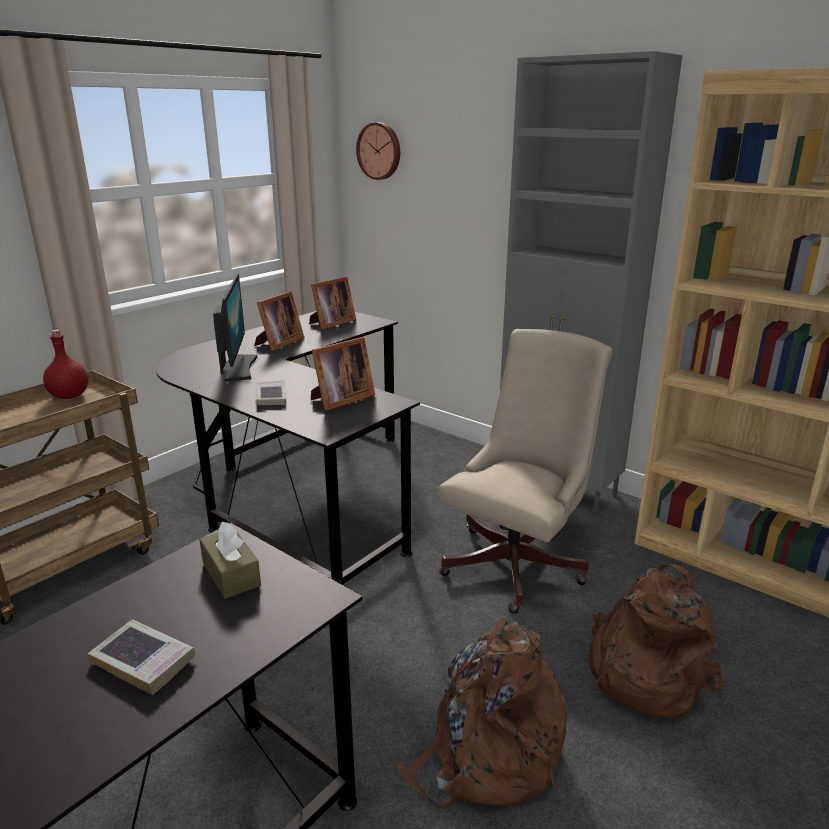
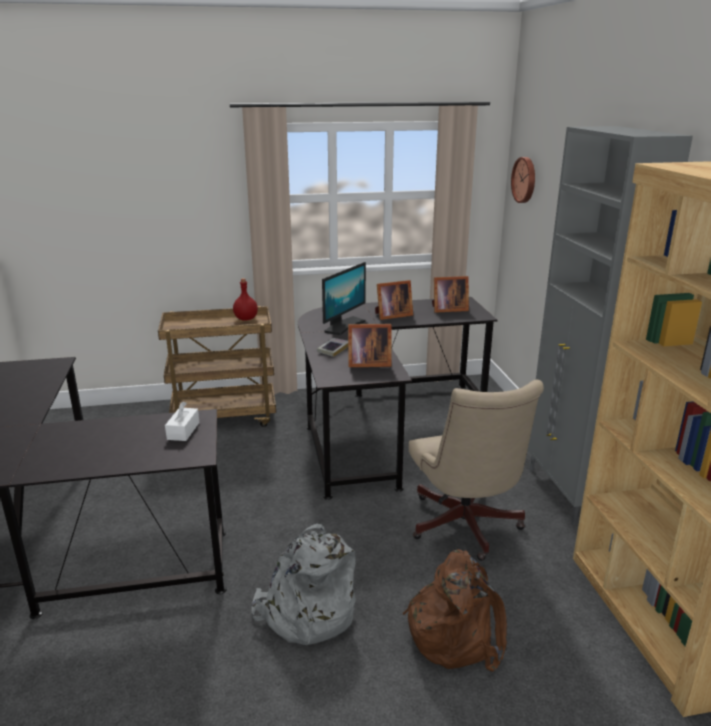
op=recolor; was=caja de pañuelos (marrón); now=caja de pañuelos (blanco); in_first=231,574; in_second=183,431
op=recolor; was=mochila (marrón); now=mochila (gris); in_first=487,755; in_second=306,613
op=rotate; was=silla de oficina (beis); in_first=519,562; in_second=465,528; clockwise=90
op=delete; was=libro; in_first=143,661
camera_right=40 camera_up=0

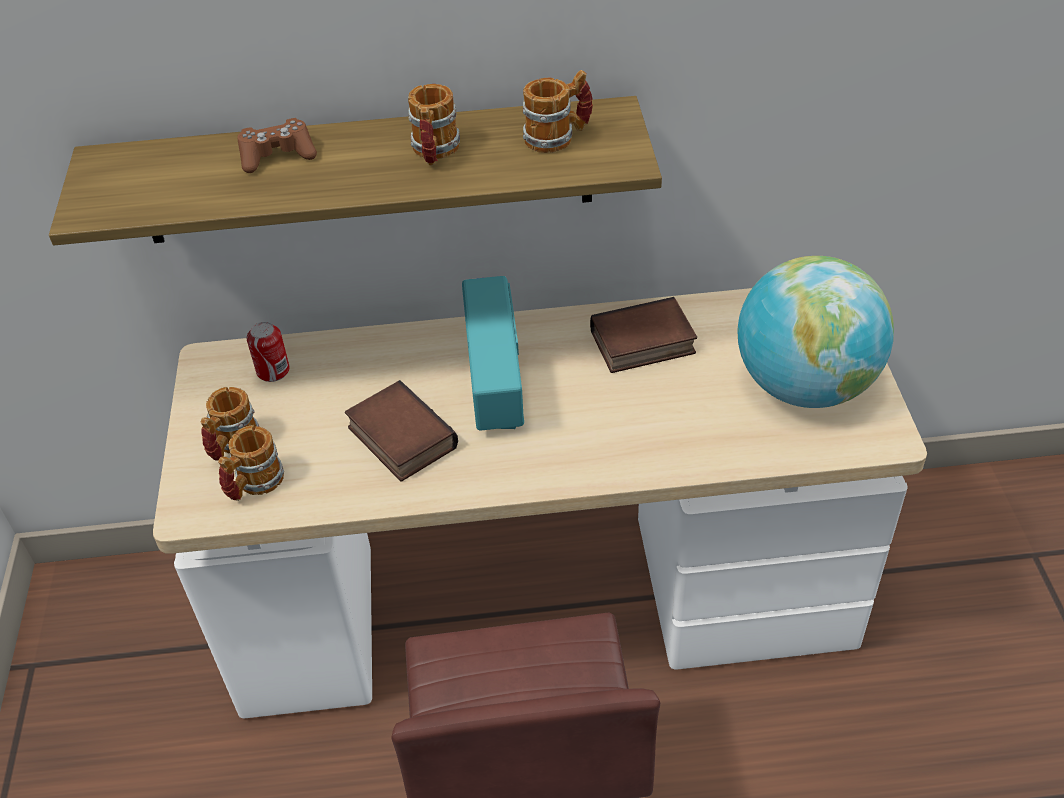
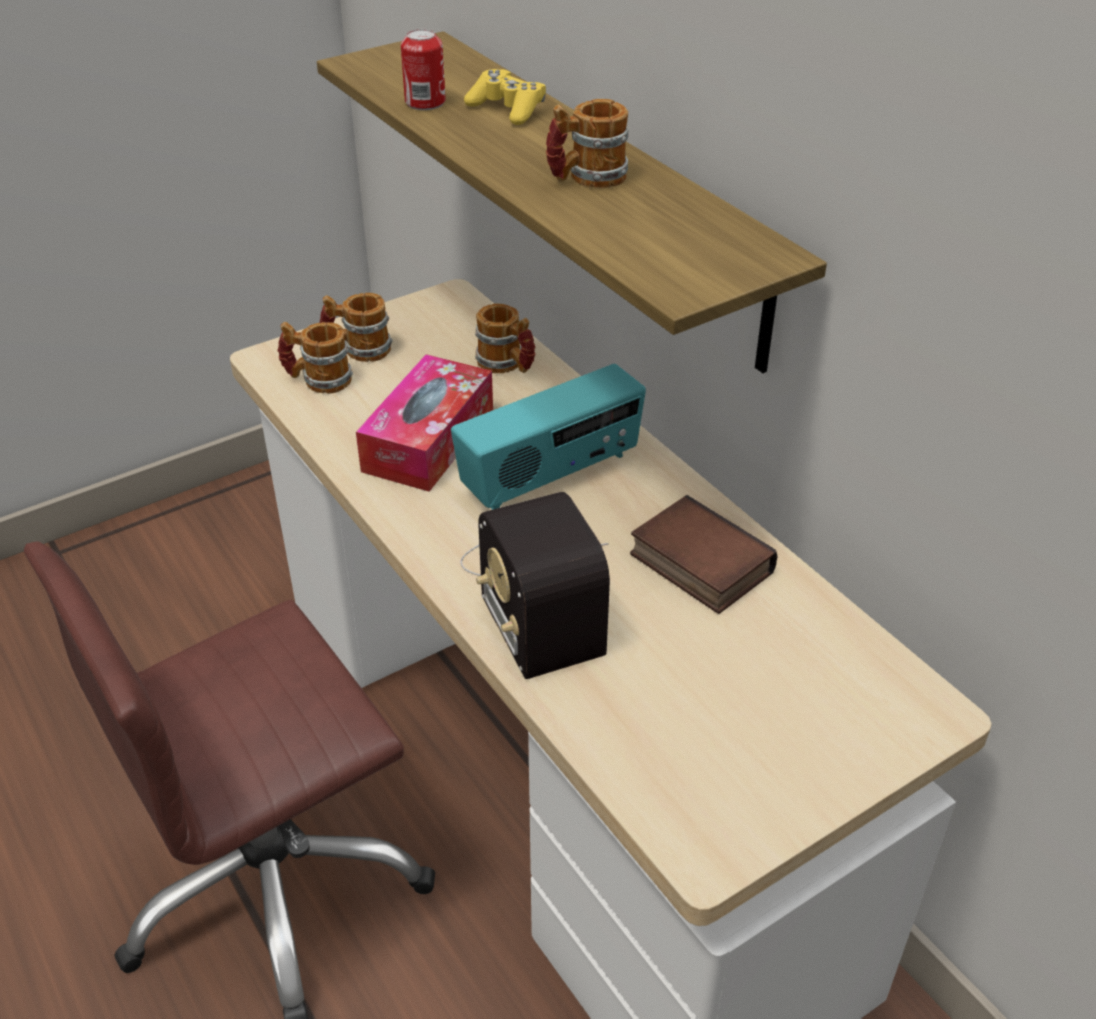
op=replace; was=libro; now=caja de pañuelos; in_first=398,438; in_second=429,440
op=move; was=lata; in_first=273,371; in_second=425,102
op=insert; now=radio; in_second=535,592
op=recolor; was=mando de consola (marrón); now=mando de consola (amarillo); in_first=277,156; in_second=507,109
op=move; was=taza grande; in_first=558,137; in_second=507,365
op=delete; was=globo terráqueo; in_first=804,385
camera_right=60 camera_up=-5

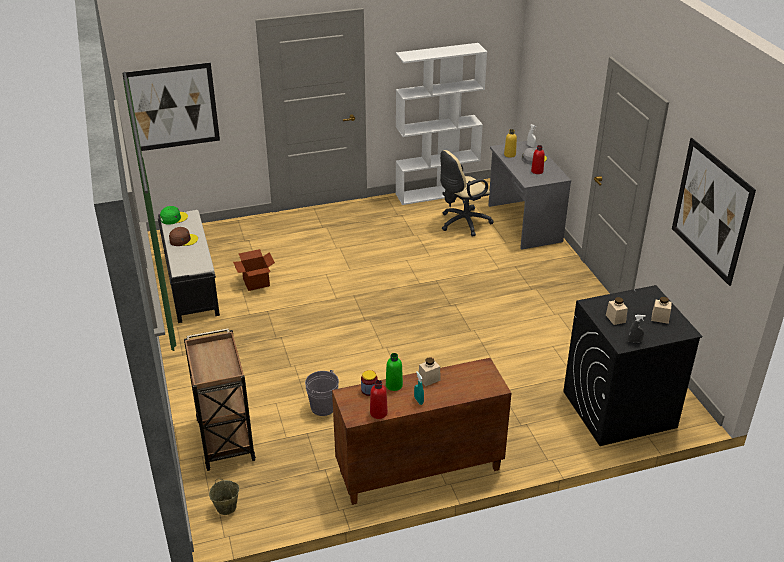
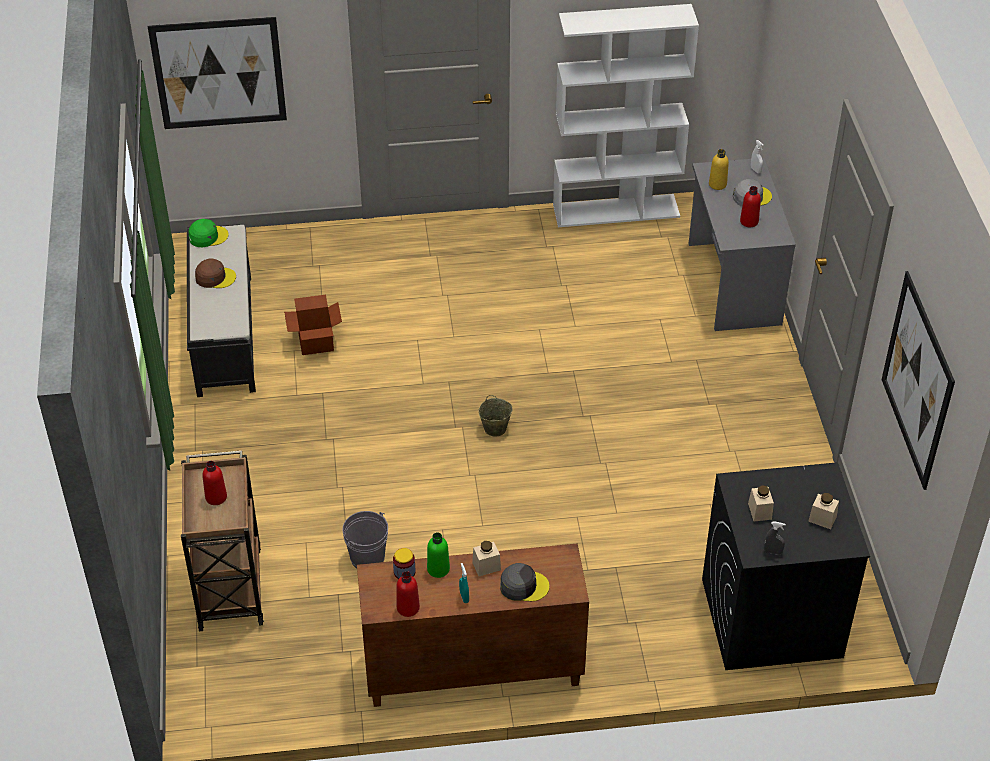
op=insert; now=botella (rojo); in_second=216,497
op=move; was=cubo (beis); in_first=226,507; in_second=494,428
op=insert; now=gorra (gris); in_second=523,586
op=delete; was=silla de oficina (beis); in_first=462,223
camera_right=10 camera_up=10

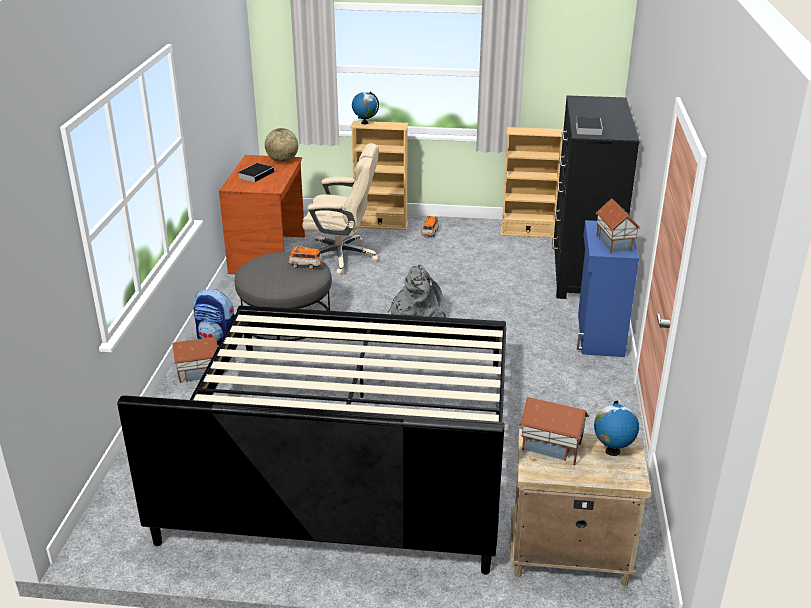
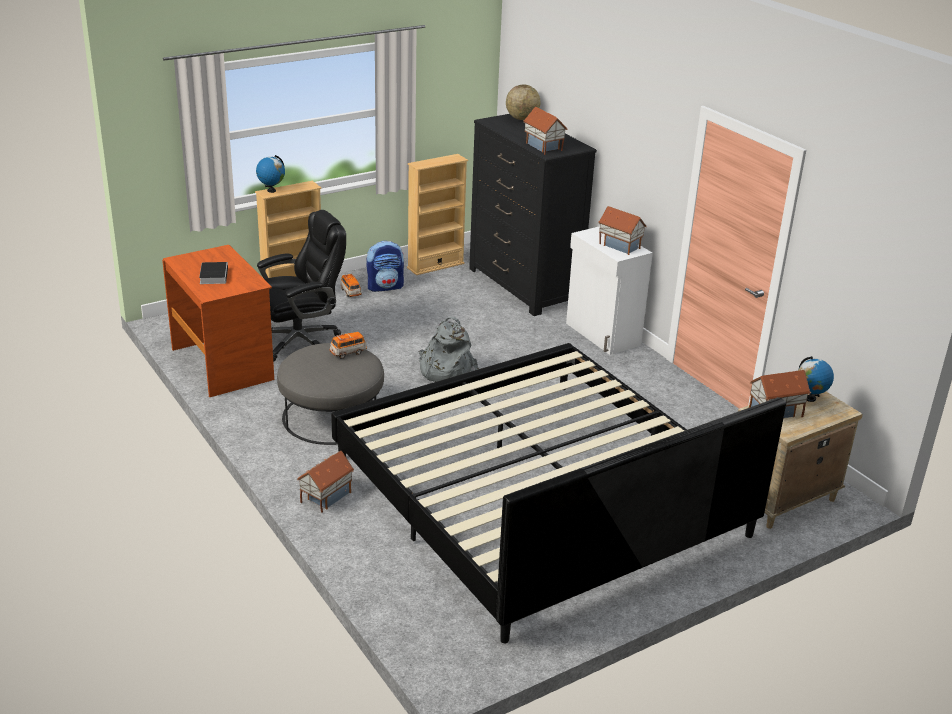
op=recolor; was=silla de oficina (beis); now=silla de oficina (negro); in_first=342,257; in_second=301,342
op=move; was=mochila; in_first=218,340; in_second=385,287
op=move; was=globo terráqueo; in_first=282,160; in_second=522,119
op=replace; was=libro; now=casita; in_first=588,128; in_second=543,147
op=recolor; was=armario (azul); now=armario (blanco); in_first=599,335; in_second=602,334
camera_right=-40 camera_up=0

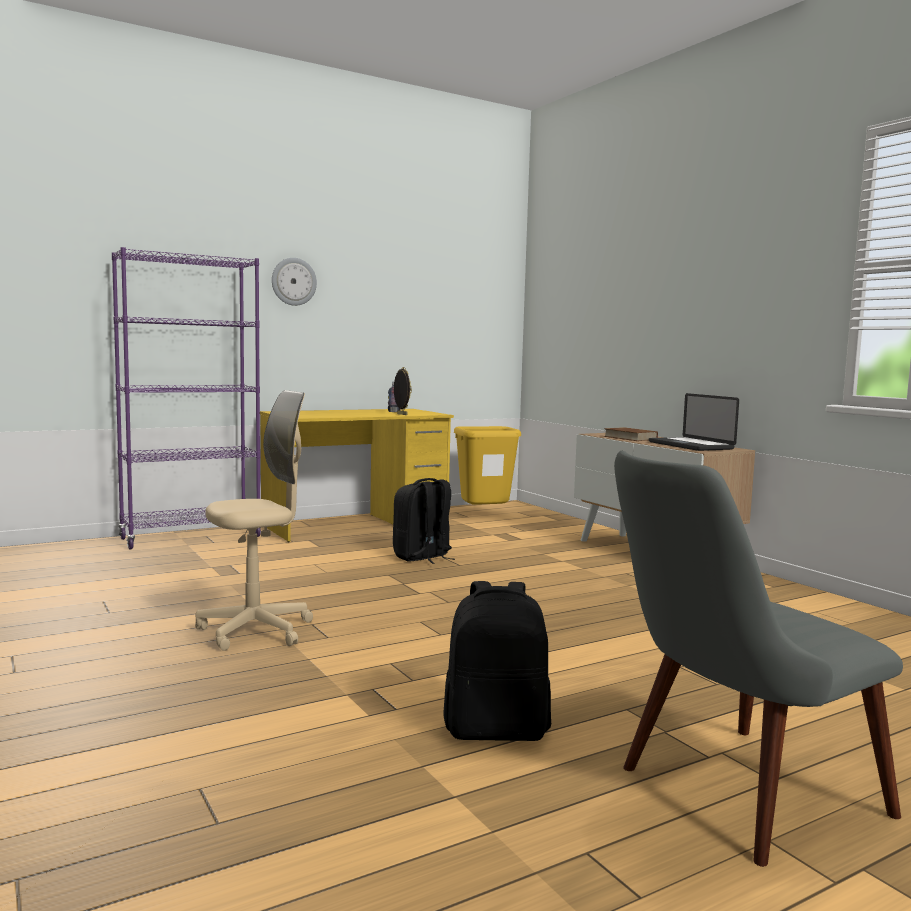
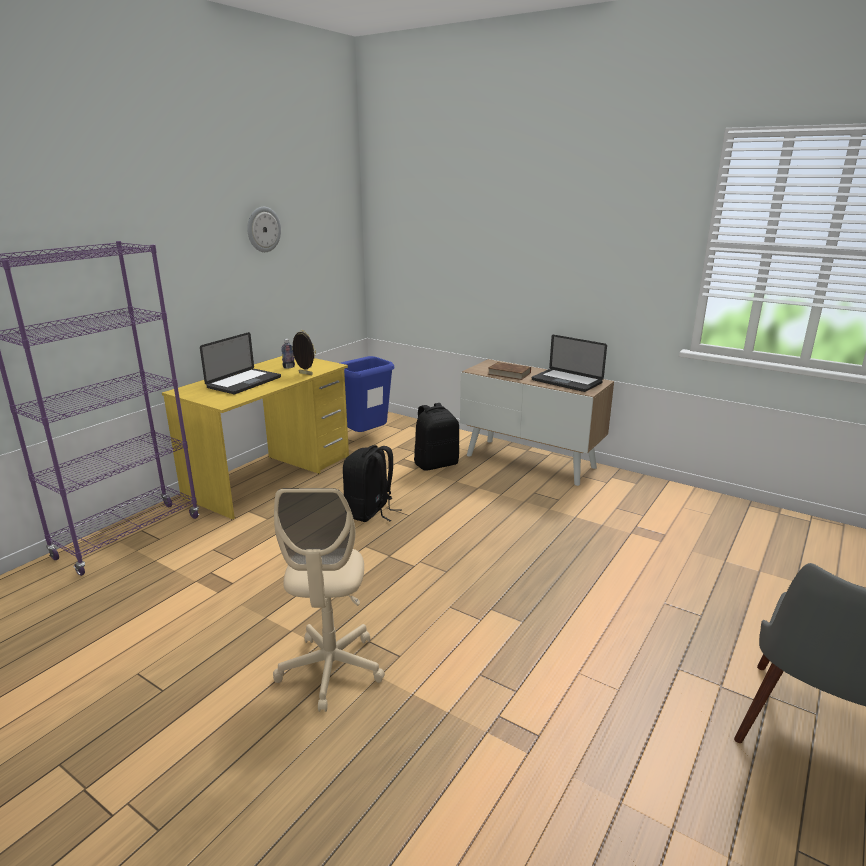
op=insert; now=portátil; in_second=244,382
op=move; was=reloj de pared; in_first=293,281; in_second=263,229
op=rotate; was=silla de oficina (beis); in_first=255,631; in_second=331,669; clockwise=150
op=recolor; was=papelera (amarillo); now=papelera (azul); in_first=485,516; in_second=366,437
op=move; was=mochila (negro); in_first=497,730; in_second=436,464
camera_right=-25 camera_up=15

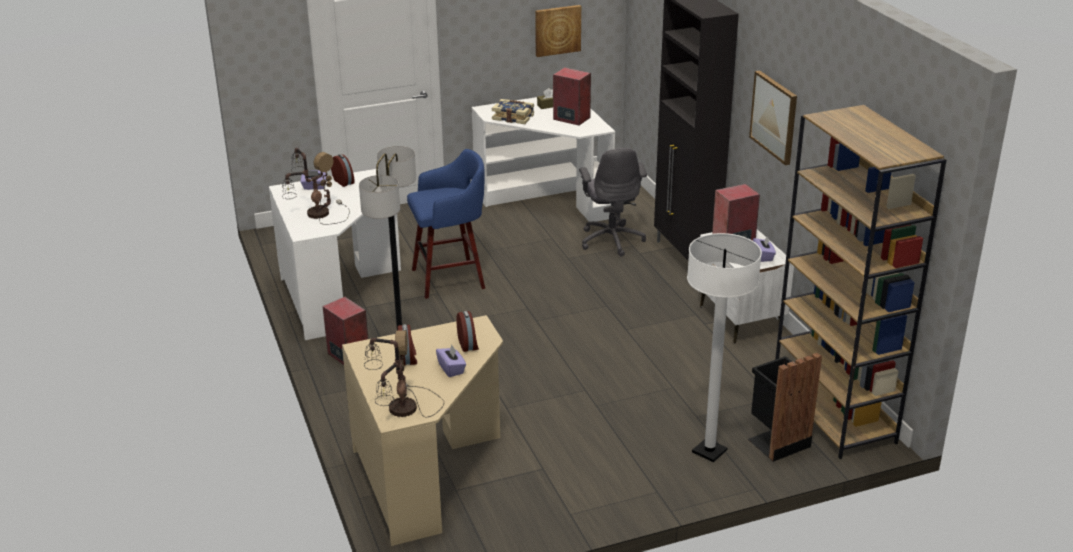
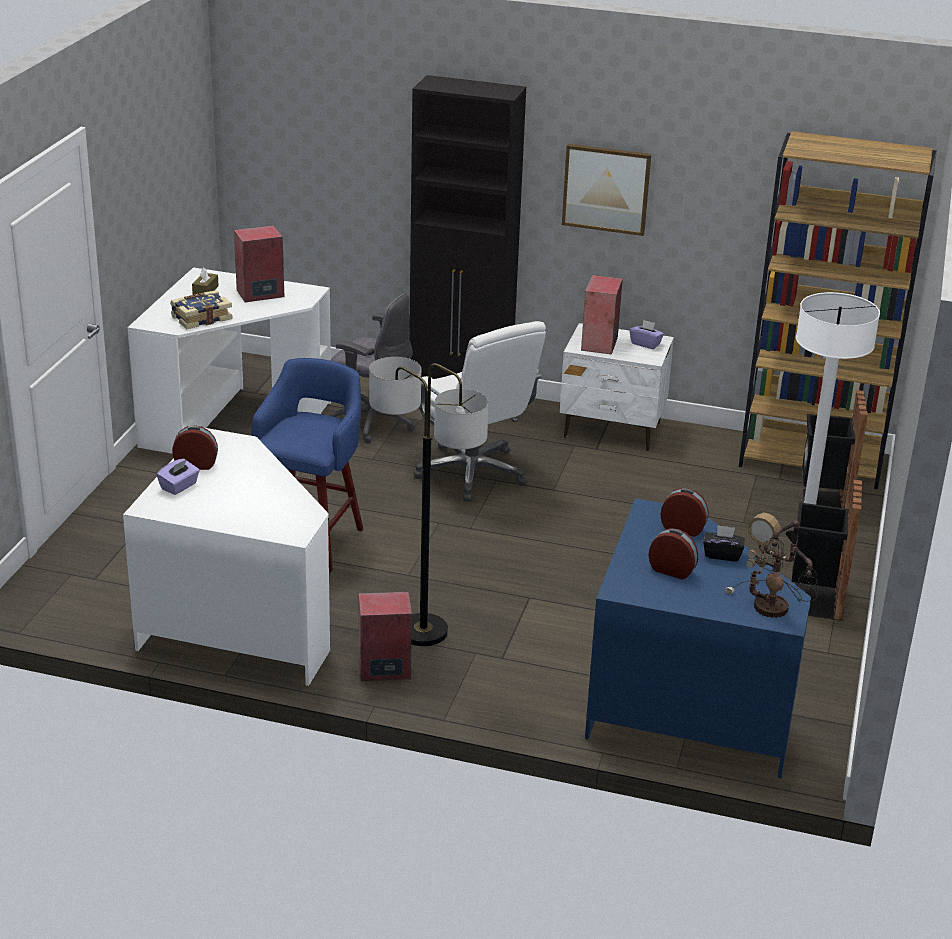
op=insert; now=silla de oficina (blanco); in_second=472,472
op=recolor; was=escritorio (beis); now=escritorio (azul); in_first=428,475; in_second=681,707
op=recolor; was=caja de pañuelos (morado); now=caja de pañuelos (negro); in_first=451,369; in_second=722,554
op=insert; now=papelera (negro); in_second=814,601
op=delete; was=lámpara de mesa; in_first=316,214
op=delete; was=cuadro; in_first=557,30
camera_right=-55 camera_up=0

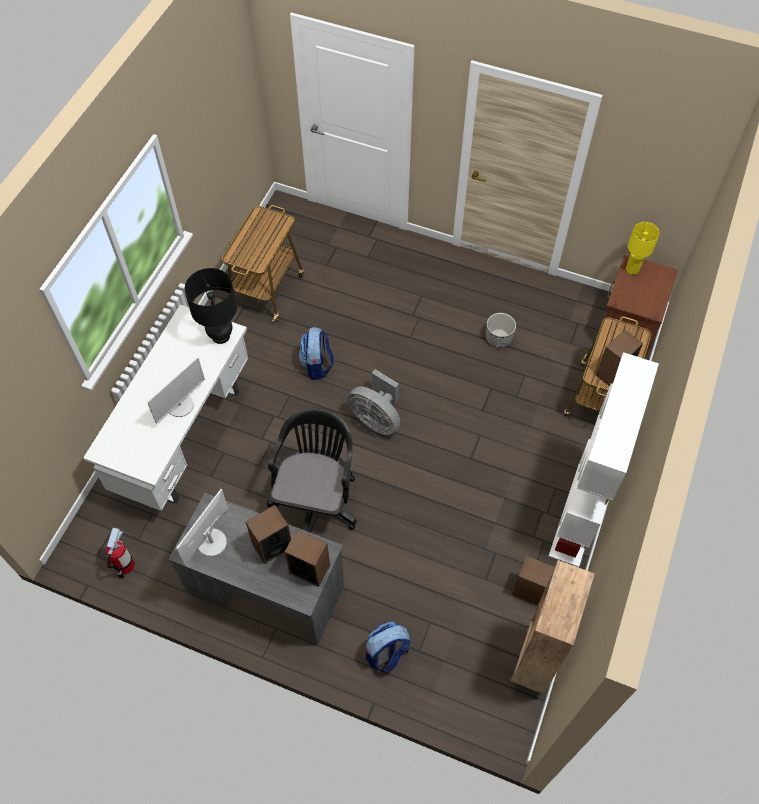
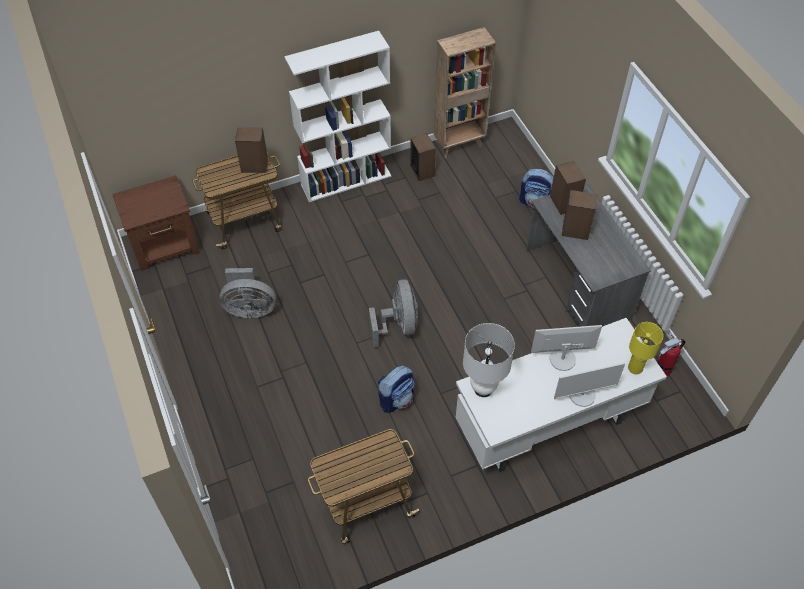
op=replace; was=maceta; now=ventilador (gris); in_first=498,339; in_second=250,308
op=recolor; was=lámpara de mesa (negro); now=lámpara de mesa (blanco); in_first=221,336; in_second=483,389
op=move; was=monitor; in_first=211,542; in_second=582,394
op=move; was=lámpara de mesa (amarillo); in_first=632,270; in_second=635,368
op=delete; was=silla de oficina (negro); in_first=316,499
camera_right=-135 camera_up=-5

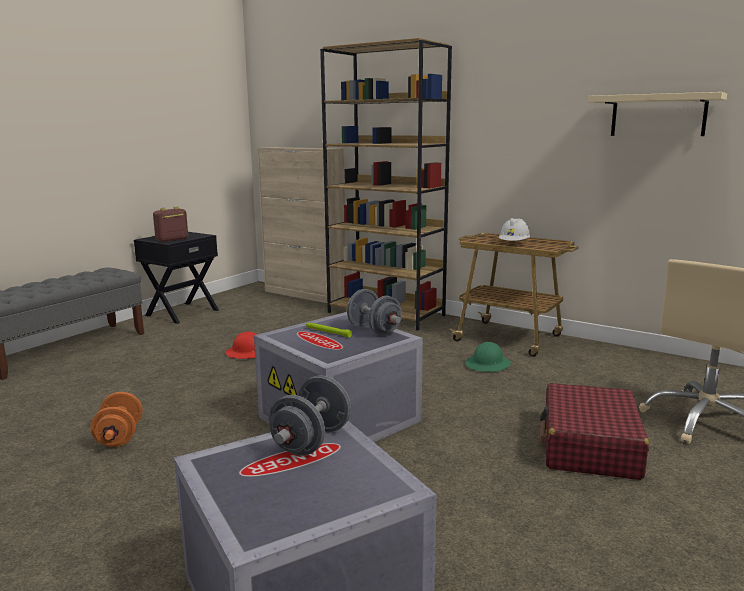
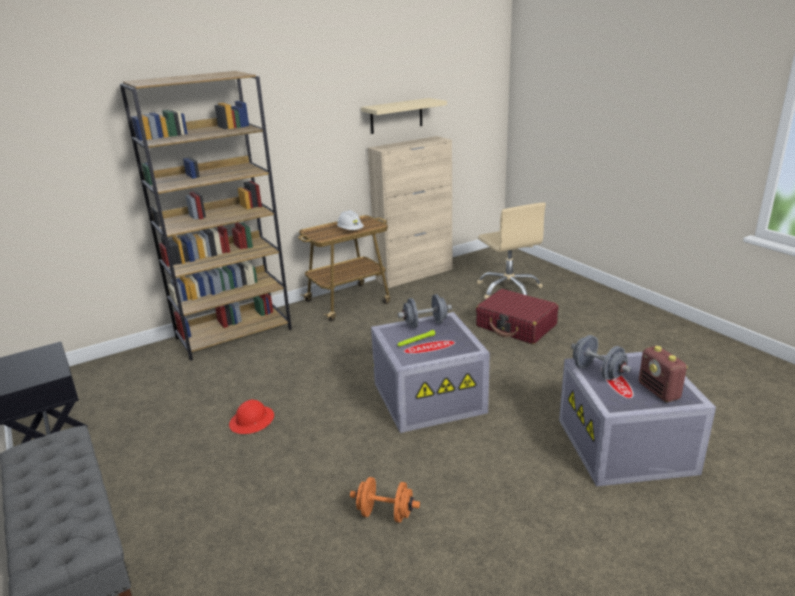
op=move; was=armario (beis); in_first=305,294; in_second=415,274
op=move; was=radio; in_first=172,240; in_second=659,392
op=delete; was=casco (verde); in_first=488,364
camera_right=-65 camera_up=10

